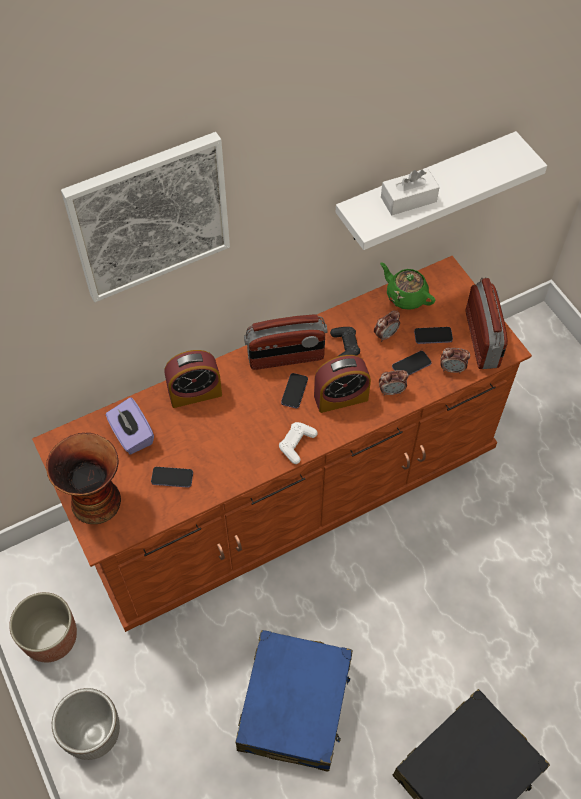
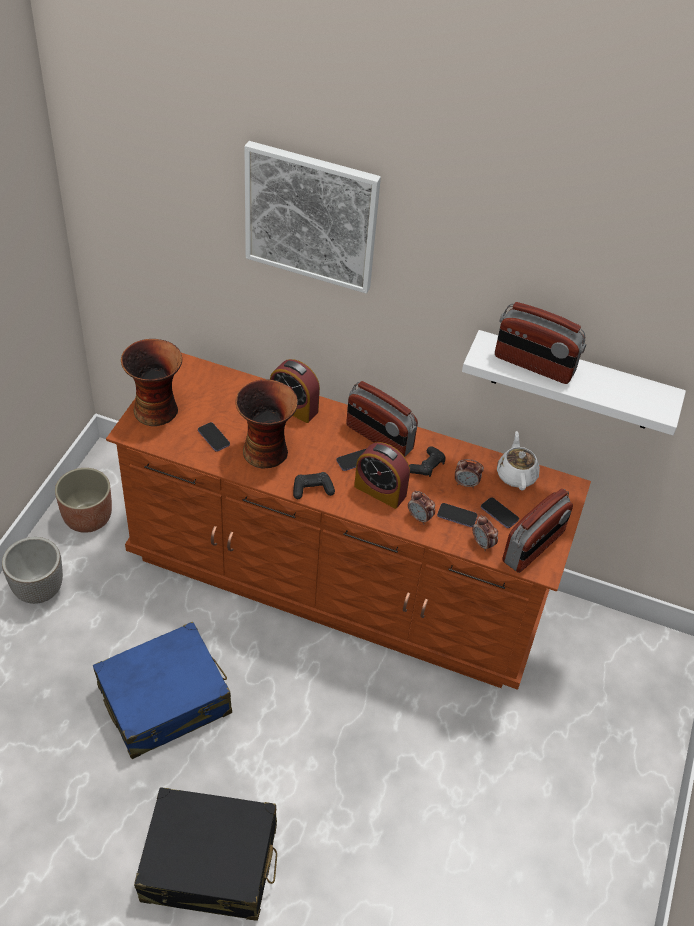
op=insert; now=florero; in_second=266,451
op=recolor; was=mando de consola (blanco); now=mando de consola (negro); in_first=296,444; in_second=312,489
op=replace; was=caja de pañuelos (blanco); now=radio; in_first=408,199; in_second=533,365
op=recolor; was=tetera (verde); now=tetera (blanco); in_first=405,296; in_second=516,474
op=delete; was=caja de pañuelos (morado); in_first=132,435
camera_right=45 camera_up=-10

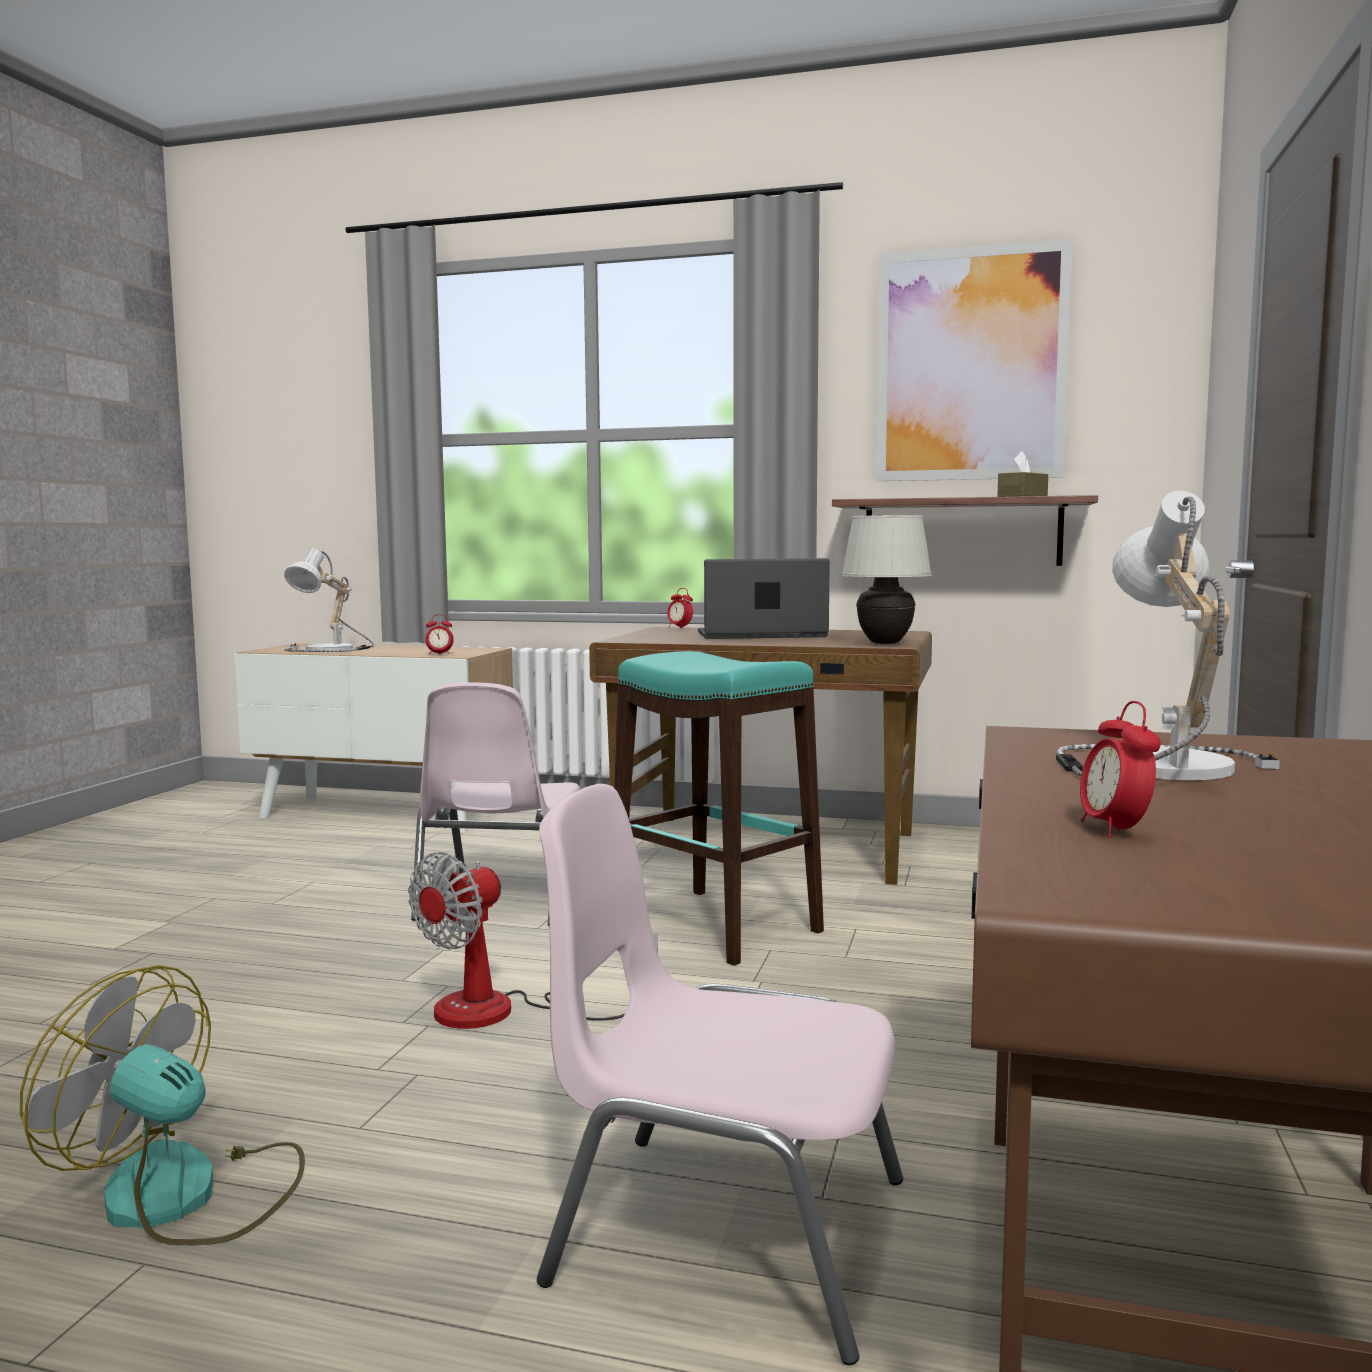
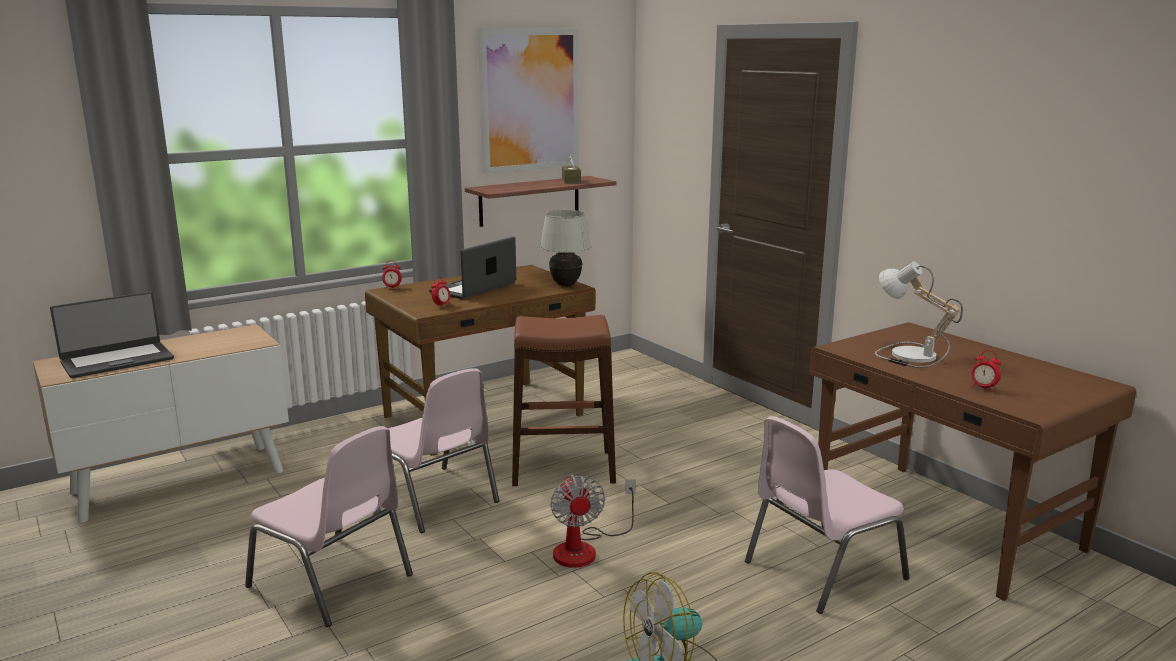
op=replace; was=lámpara de mesa; now=portátil; in_first=332,649; in_second=117,360
op=insert; now=silla (rosa); in_second=333,581
op=move; was=despertador; in_first=439,654; in_second=441,306
op=recolor; was=taburete (turquesa); now=taburete (marrón); in_first=713,925; in_second=562,468
camera_right=-50 camera_up=10

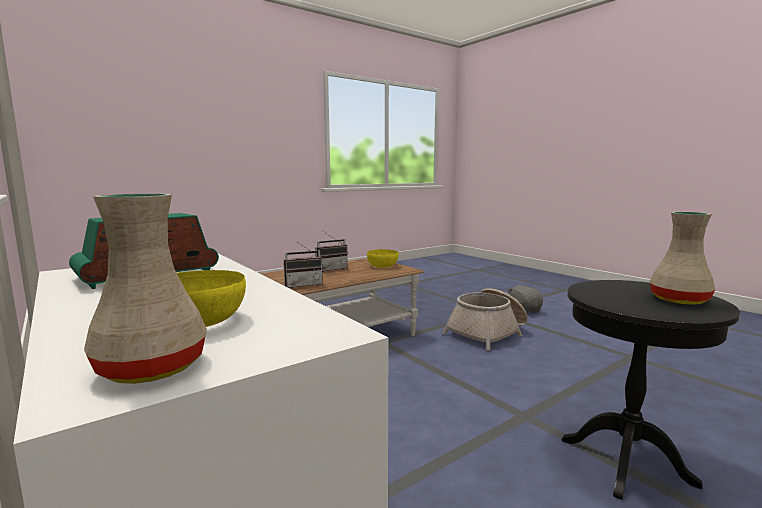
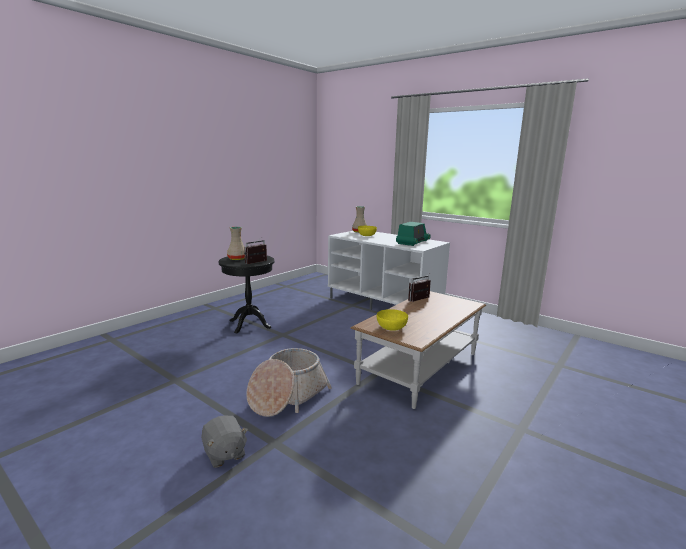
op=move; was=radio; in_first=330,269; in_second=257,263
camera_right=165 camera_up=5

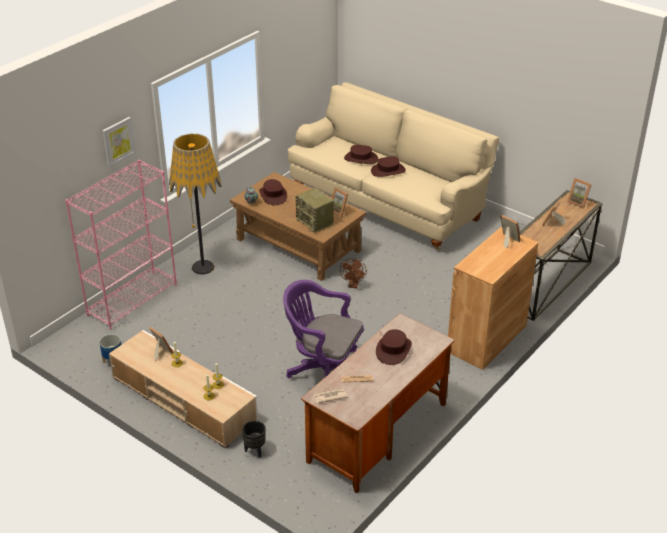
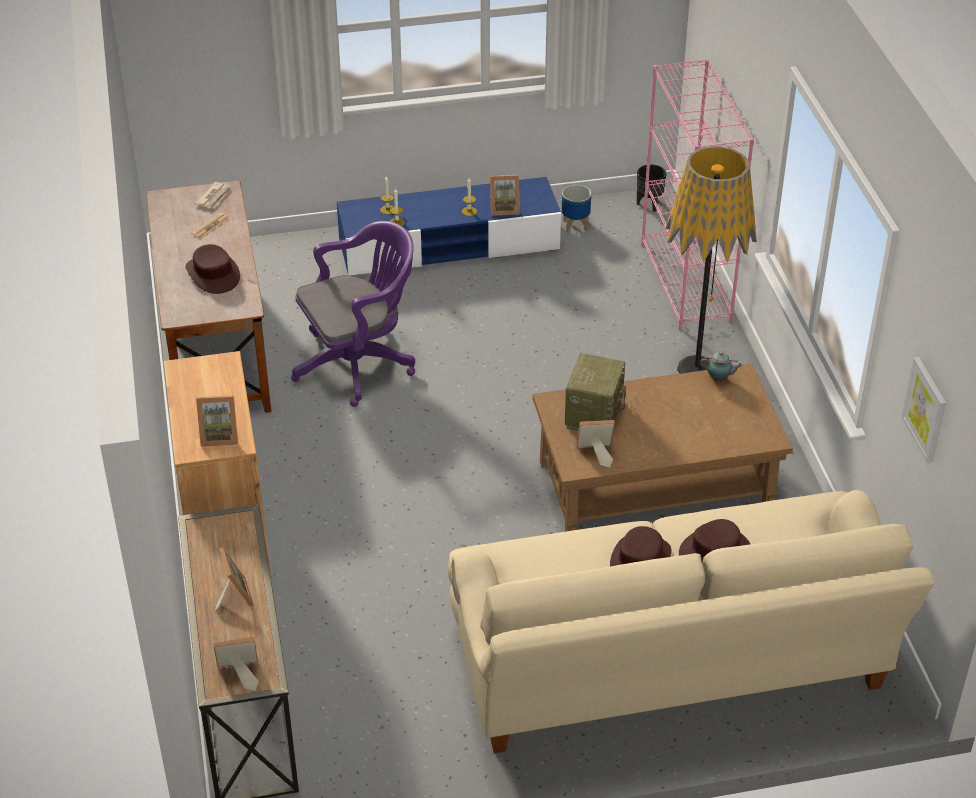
op=recolor; was=mueble de televisión (beis); now=mueble de televisión (azul); in_first=184,399; in_second=449,245
op=rotate; was=radio; in_first=315,222; in_second=593,414; clockwise=105
op=move; was=maceta (negro); in_first=255,451; in_second=649,204
op=move; was=cuadro; in_first=118,141; in_second=925,409
op=delete; was=sombrero (marrón); in_first=273,195
op=delete; was=ventilador (marrón); in_first=353,285
camera_right=130 camera_up=5

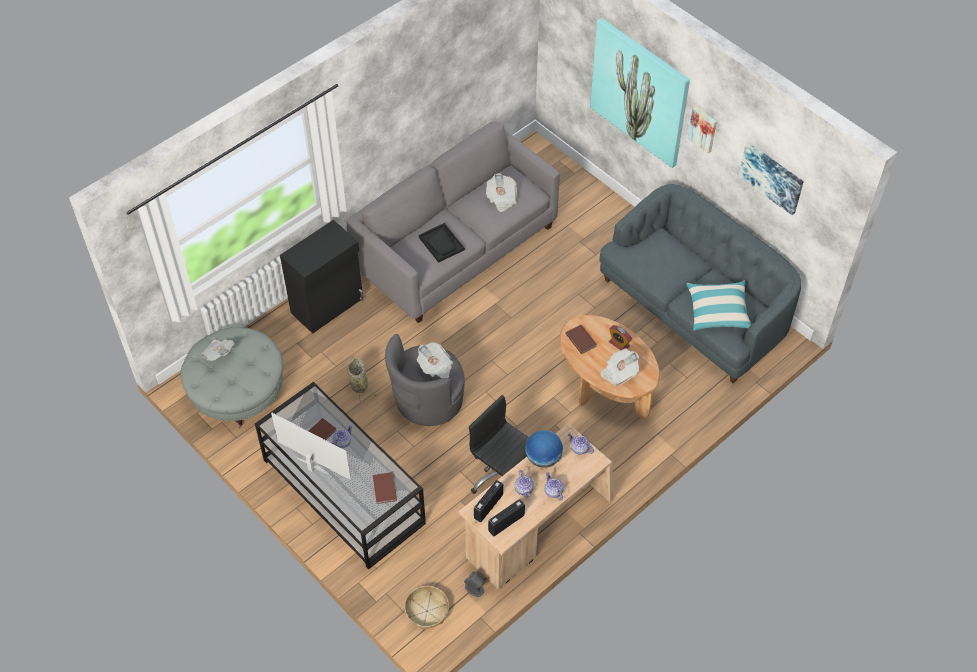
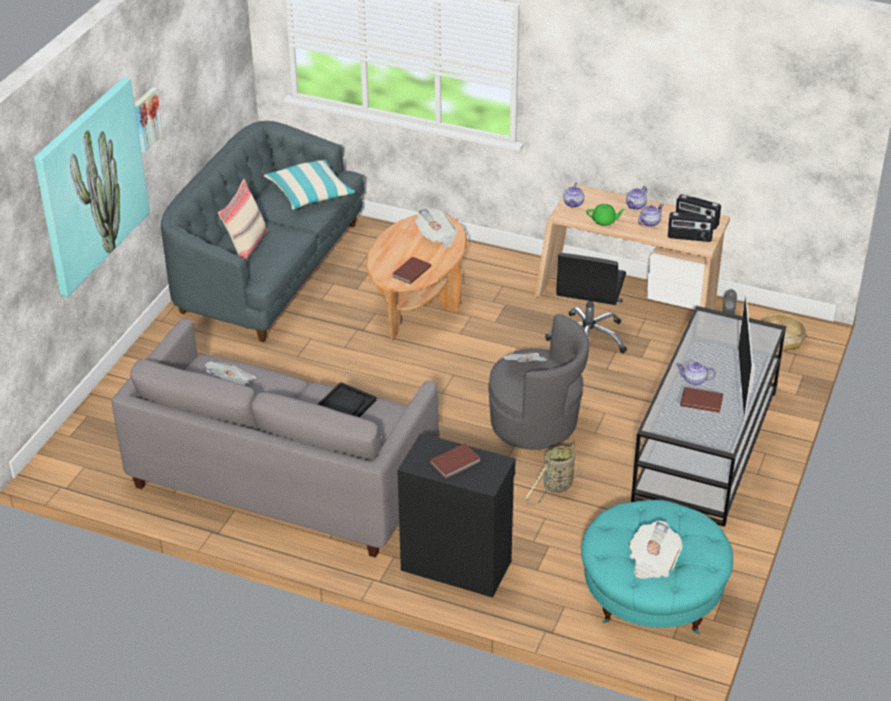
op=insert; now=cojín (beis); in_second=246,246
op=move; was=libro (marrón); in_first=384,489; in_second=456,462
op=recolor; was=puf (gris); now=puf (turquesa); in_first=237,392; in_second=652,594
op=replace; was=globo terráqueo; now=tetera (verde); in_first=543,458; in_second=604,221
op=delete; was=despertador; in_first=619,344
op=delete; was=cuadro; in_first=772,177
camera_right=-115 camera_up=-15

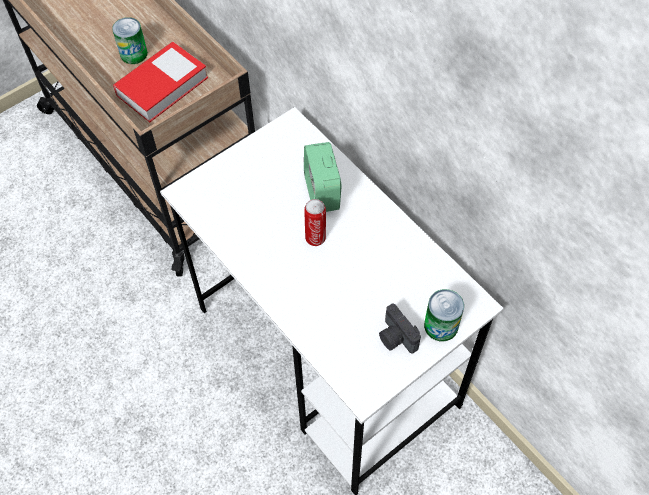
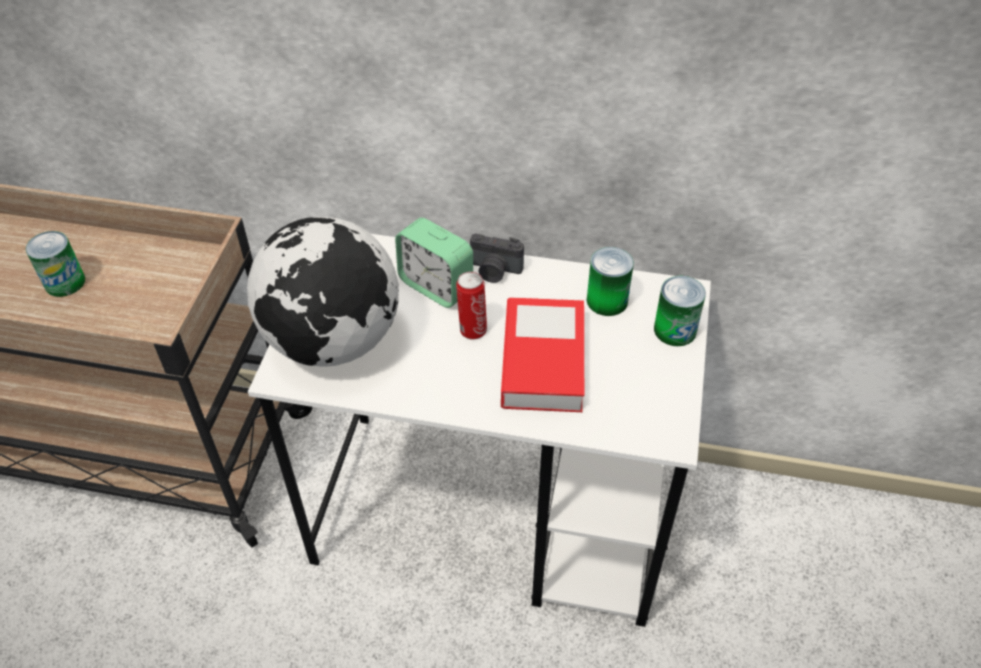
op=insert; now=globo terráqueo; in_second=333,341
op=move; was=cámara; in_first=395,338; in_second=494,271
op=move; was=libro; in_first=162,86; in_second=543,361
op=insert; now=lata; in_second=607,300
camera_right=-40 camera_up=-10

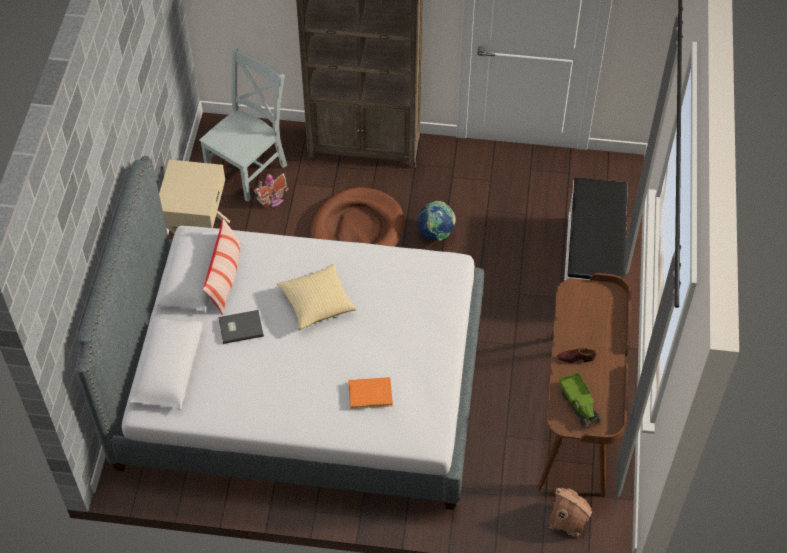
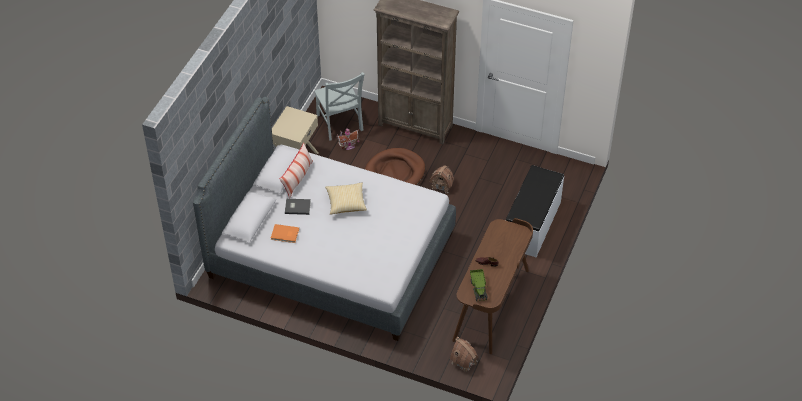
op=move; was=libro (naranja); in_first=371,395; in_second=285,234
op=rotate; was=silla (gris); in_first=249,168; in_second=340,124; clockwise=105
op=replace; was=globo terráqueo; now=casita; in_first=436,233; in_second=442,185
camera_right=15 camera_up=-5

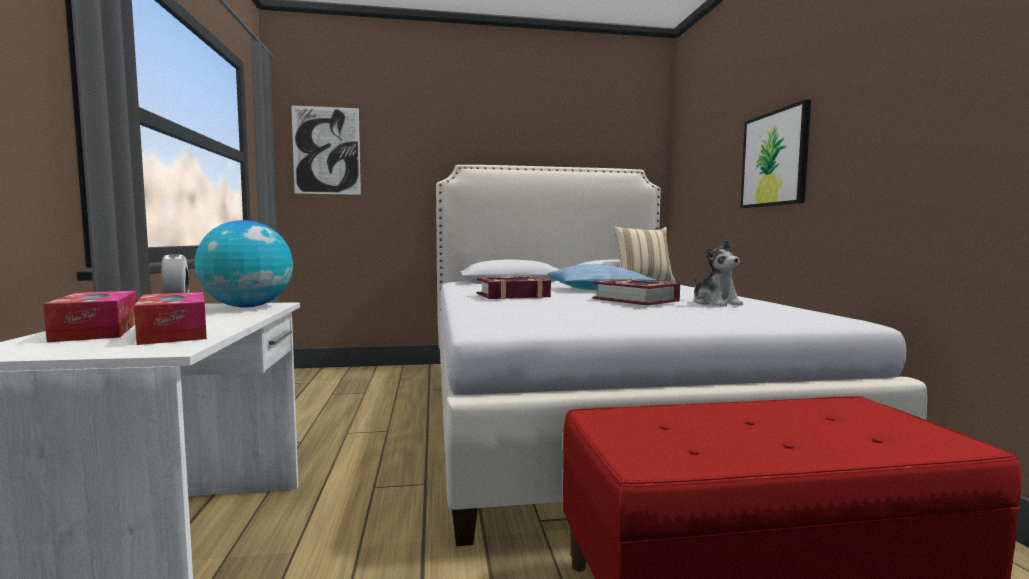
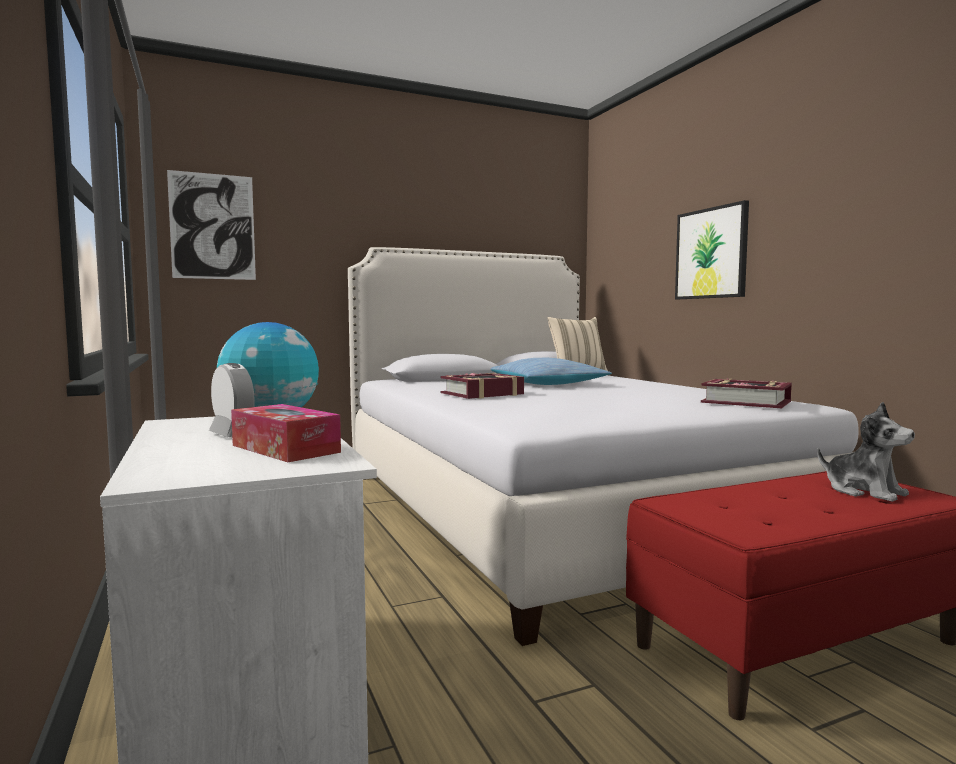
op=move; was=libro; in_first=636,300; in_second=746,402
op=move; was=peluche; in_first=715,303; in_second=864,491
op=delete; was=caja de pañuelos; in_first=97,330
camera_right=-15 camera_up=0

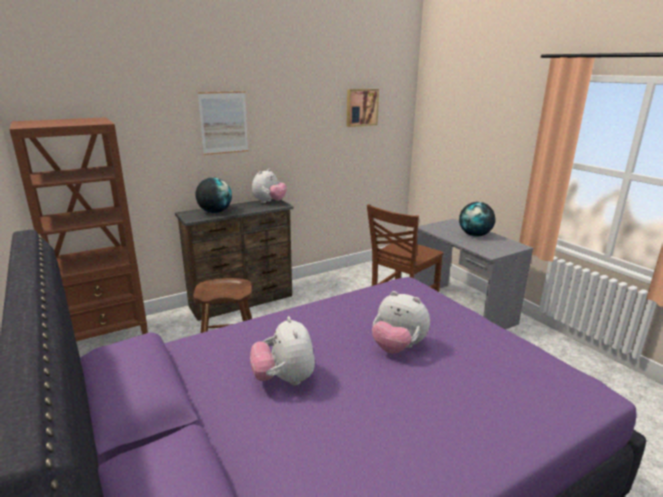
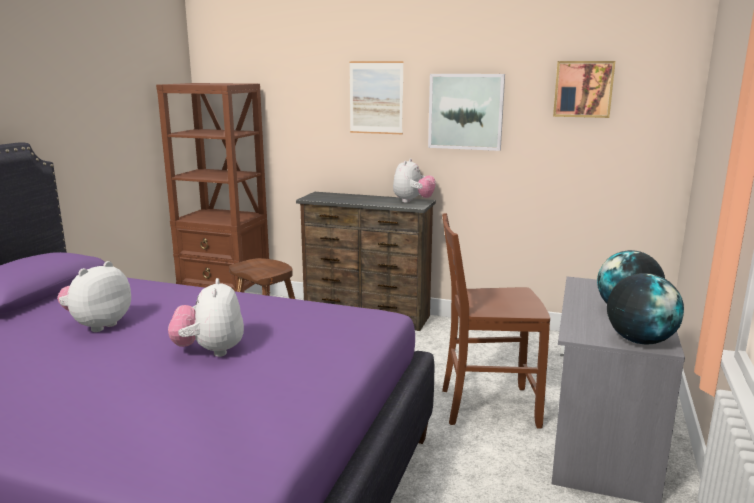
op=rotate; was=peluche; in_first=269,202; in_second=412,201; clockwise=-60
op=insert; now=cuadro; in_second=466,111
op=move; was=globo terráqueo; in_first=215,212; in_second=640,340
camera_right=50 camera_up=-5

